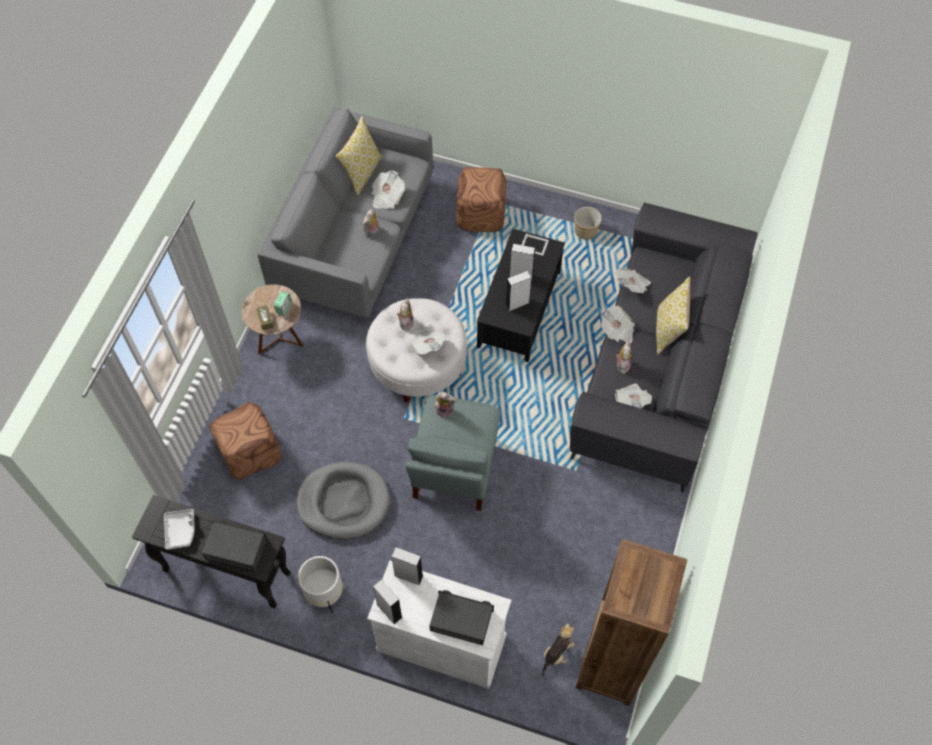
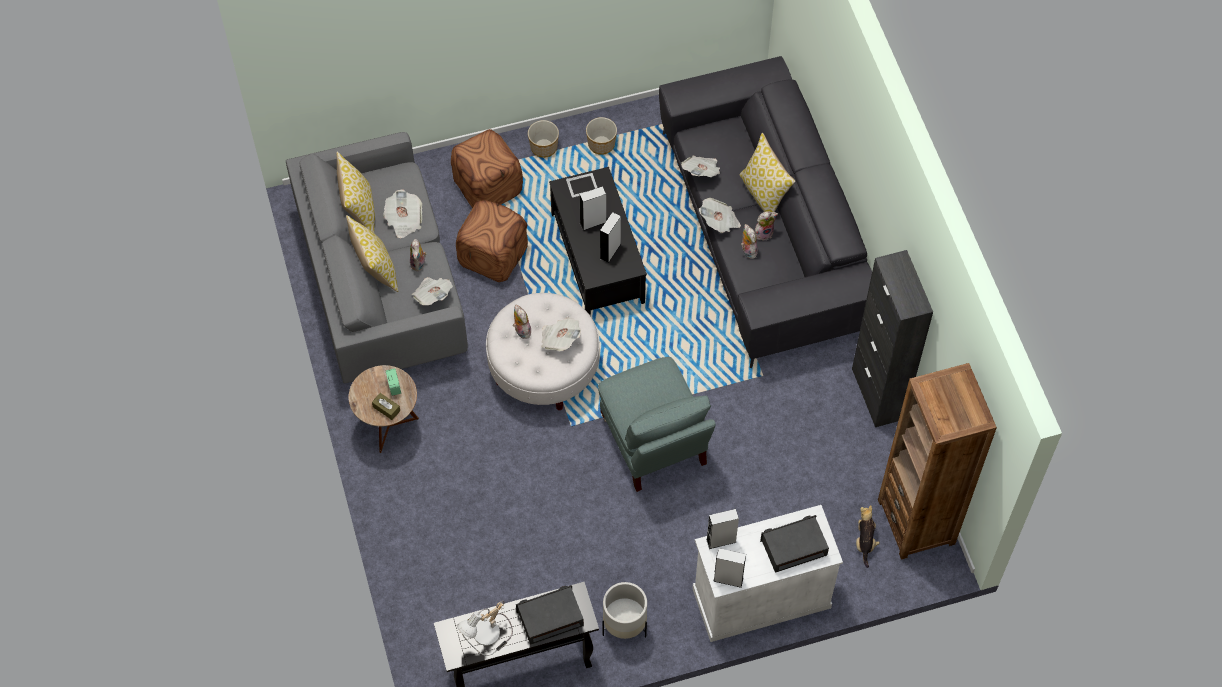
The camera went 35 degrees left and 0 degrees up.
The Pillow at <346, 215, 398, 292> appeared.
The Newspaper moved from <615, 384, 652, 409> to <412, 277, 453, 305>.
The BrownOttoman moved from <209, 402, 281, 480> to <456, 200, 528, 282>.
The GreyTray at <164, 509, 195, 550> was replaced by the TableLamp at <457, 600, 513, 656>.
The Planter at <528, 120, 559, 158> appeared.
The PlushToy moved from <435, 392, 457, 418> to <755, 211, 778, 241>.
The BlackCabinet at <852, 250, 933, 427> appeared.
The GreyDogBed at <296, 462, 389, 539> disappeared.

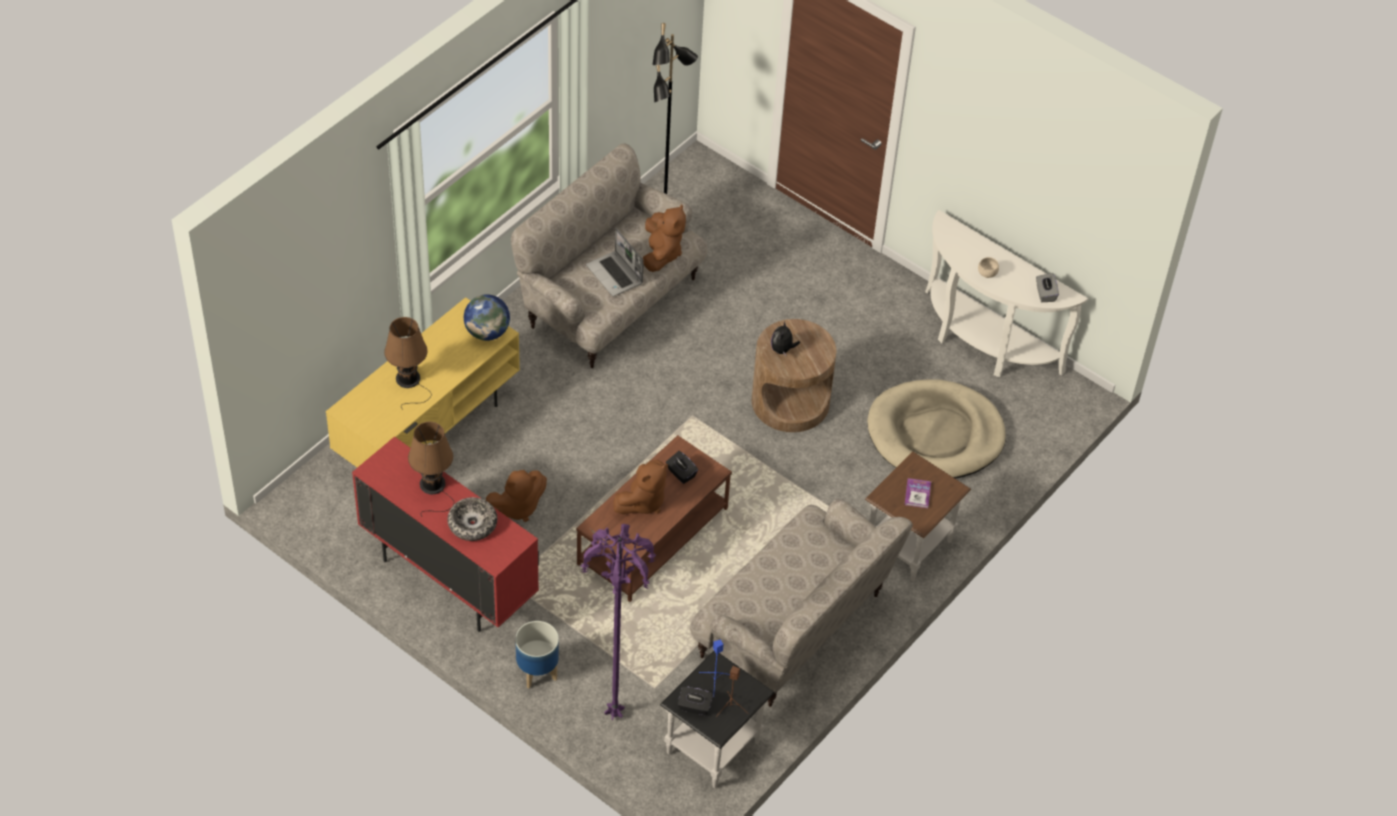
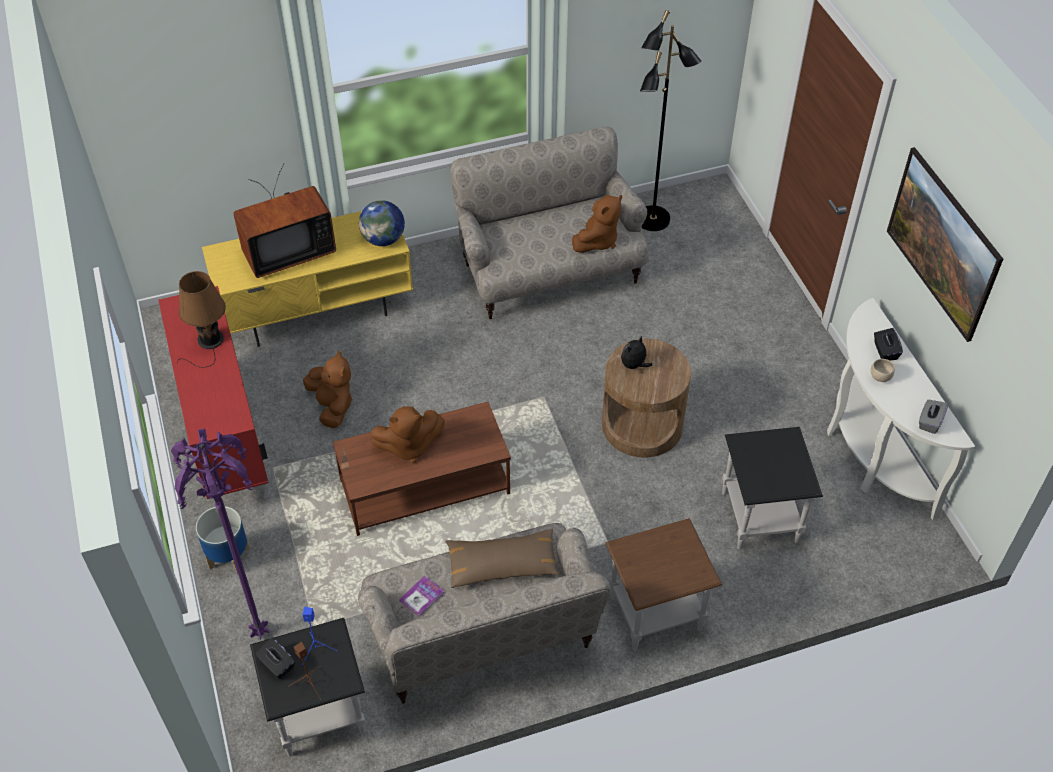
The camera went 35 degrees right and 0 degrees up.
The BrownTableLamp at <384, 317, 431, 410> was replaced by the Television at <233, 163, 336, 278>.
The BrownPlushToy at <486, 470, 547, 522> turned 120 degrees counterclockwise.
The Book moved from <905, 478, 931, 508> to <399, 576, 444, 617>.
The BrownPillow at <445, 529, 559, 588> appeared.
The BeigeDogBed at <867, 379, 1006, 479> was replaced by the BlackSideTable at <722, 427, 823, 550>.
The BlackTissueBox moved from <666, 451, 698, 484> to <874, 328, 903, 361>.
The Picture at <887, 147, 1003, 342> appeared.
The Bowl at <447, 497, 497, 541> disappeared.
The Laptop at <586, 228, 644, 297> disappeared.

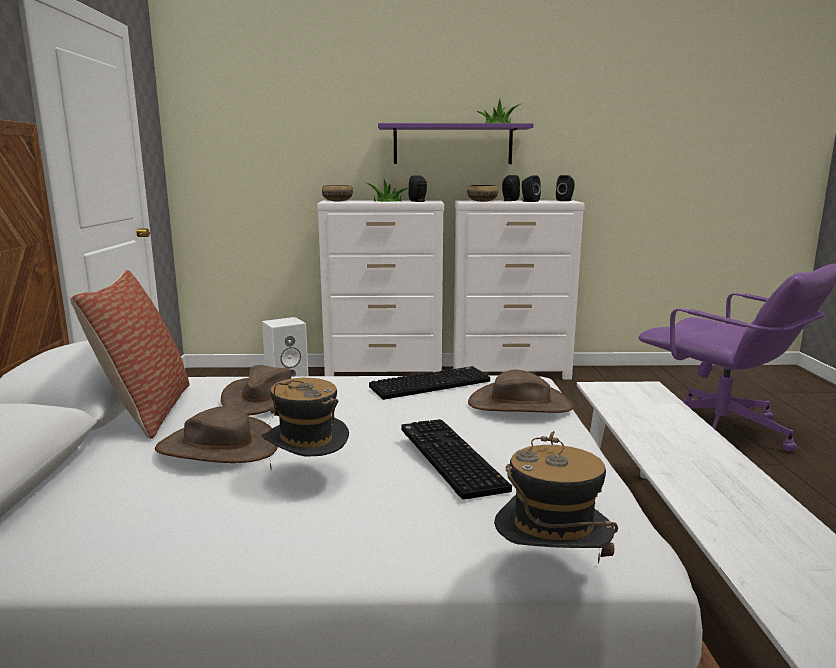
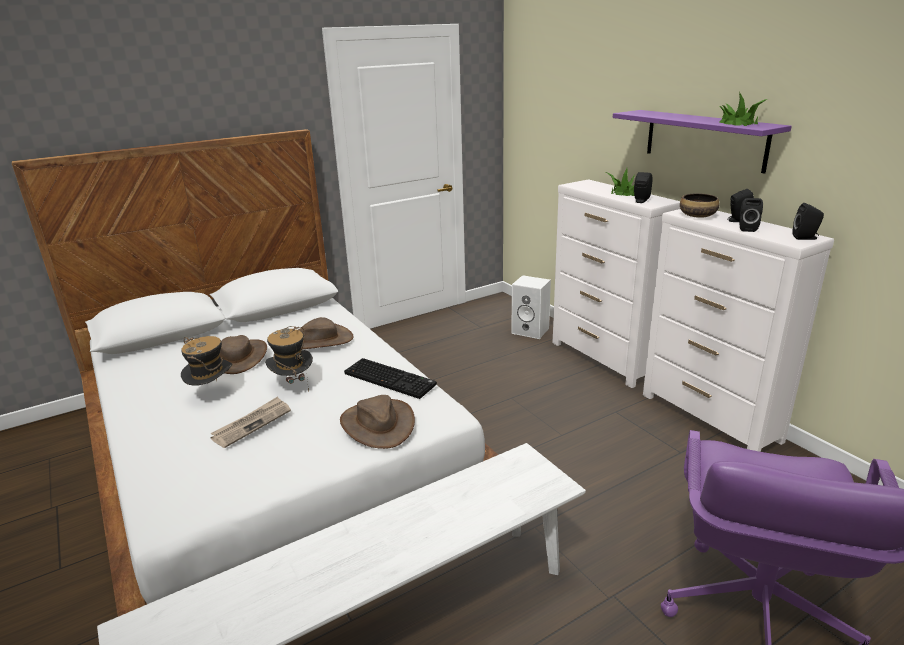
The camera went 60 degrees right and 10 degrees up.
The Keyboard at <401, 419, 512, 500> was replaced by the Newspaper at <211, 397, 291, 448>.
The Hat moved from <494, 431, 618, 564> to <265, 326, 313, 393>.
The Pillow at <70, 270, 189, 439> disappeared.
The Bowl at <322, 185, 353, 202> disappeared.

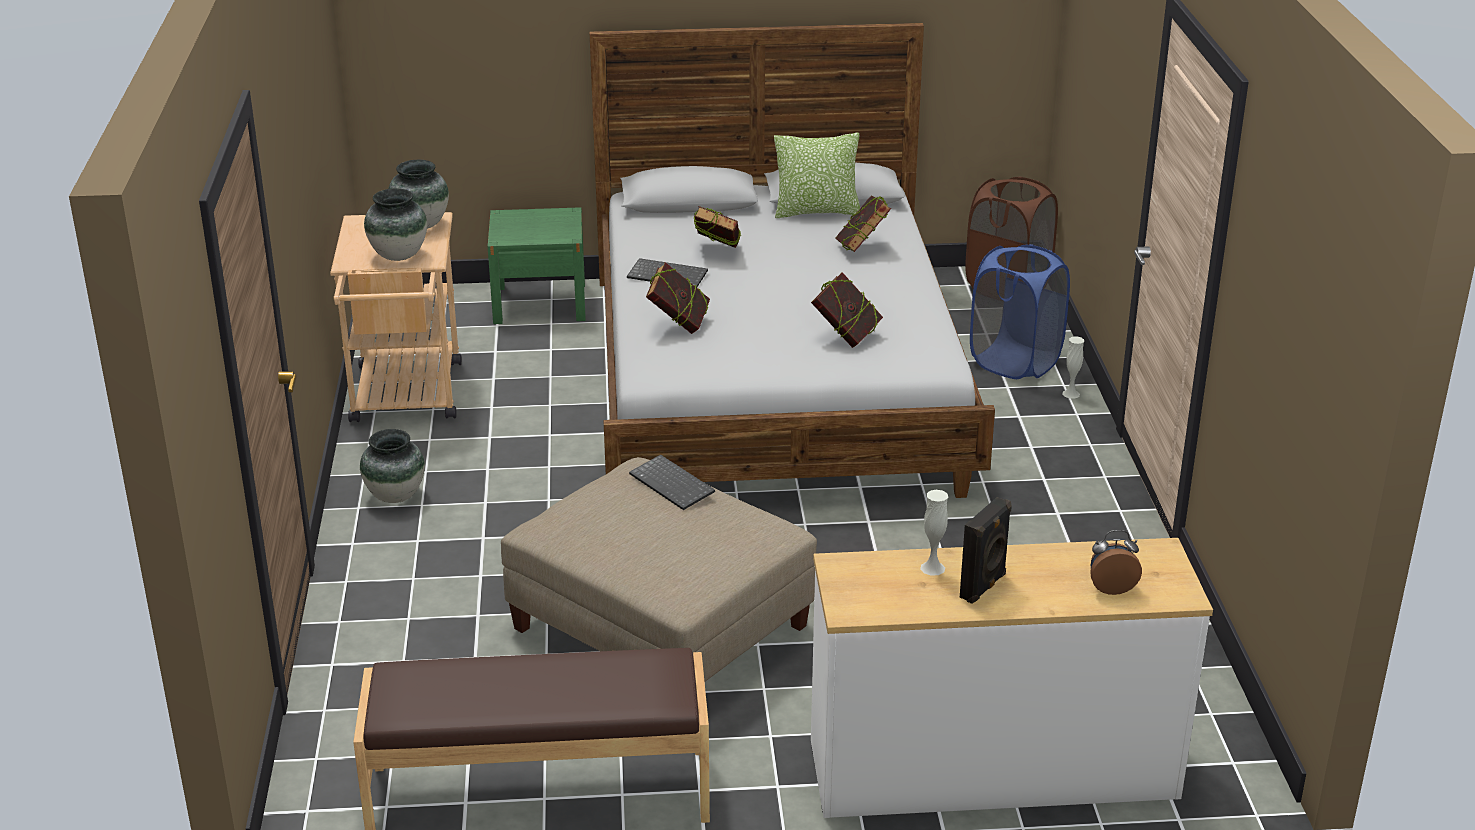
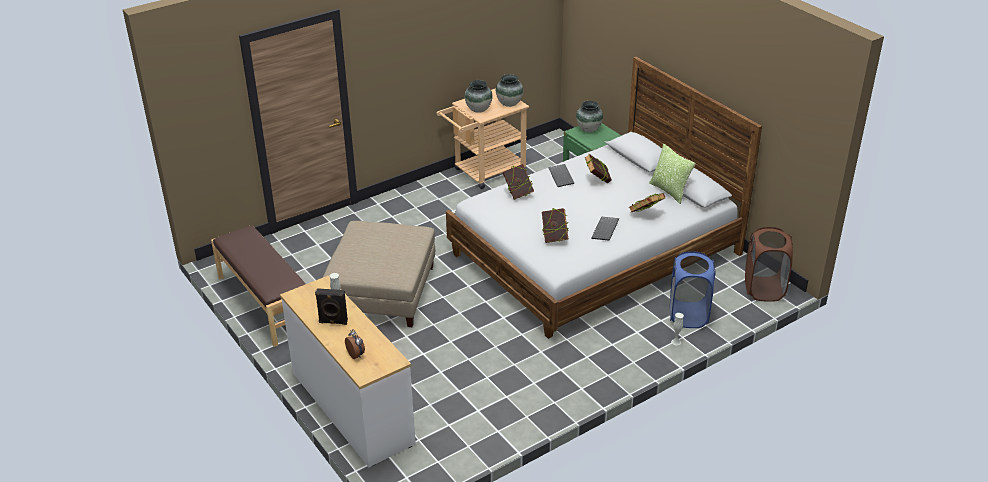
The camera went 60 degrees right and 5 degrees up.
The Vase moved from <360, 429, 425, 503> to <576, 101, 603, 132>.
The Keyboard moved from <629, 455, 715, 510> to <591, 217, 619, 241>.

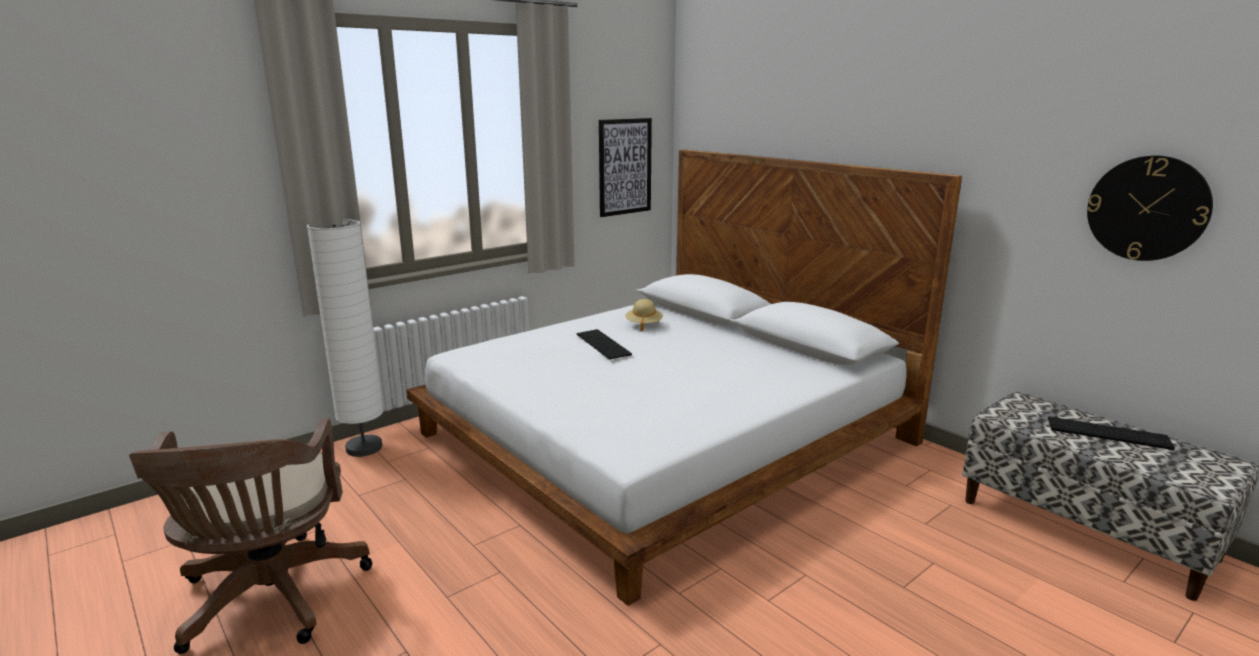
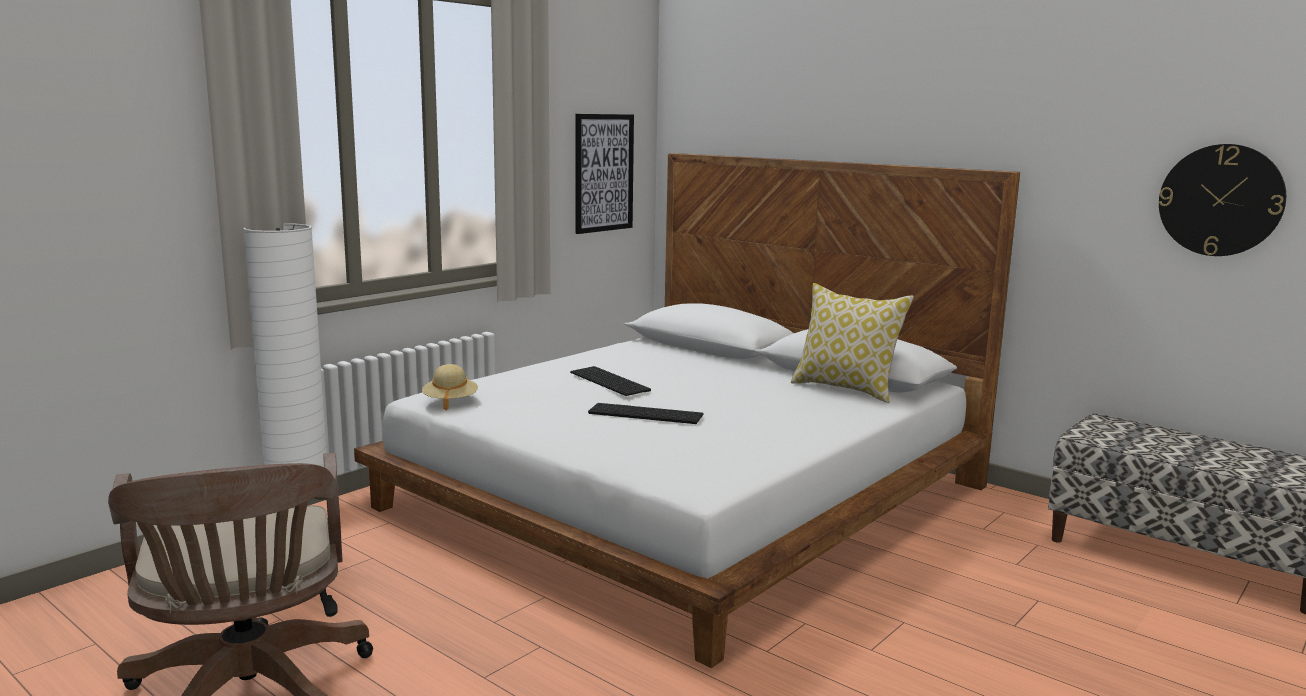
The camera went 10 degrees left and 5 degrees down.
The BeigeHat moved from <625, 299, 663, 331> to <422, 364, 478, 410>.
The Keyboard moved from <1048, 416, 1175, 450> to <588, 403, 704, 424>.
The Pillow at <791, 283, 914, 403> appeared.

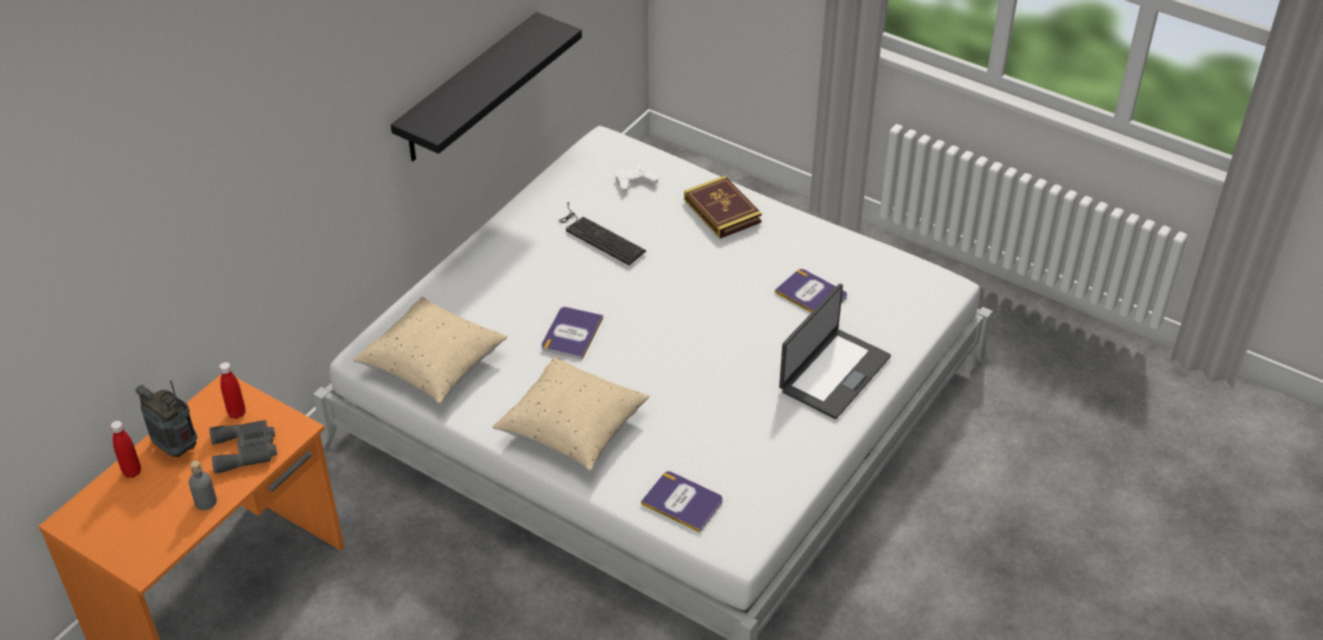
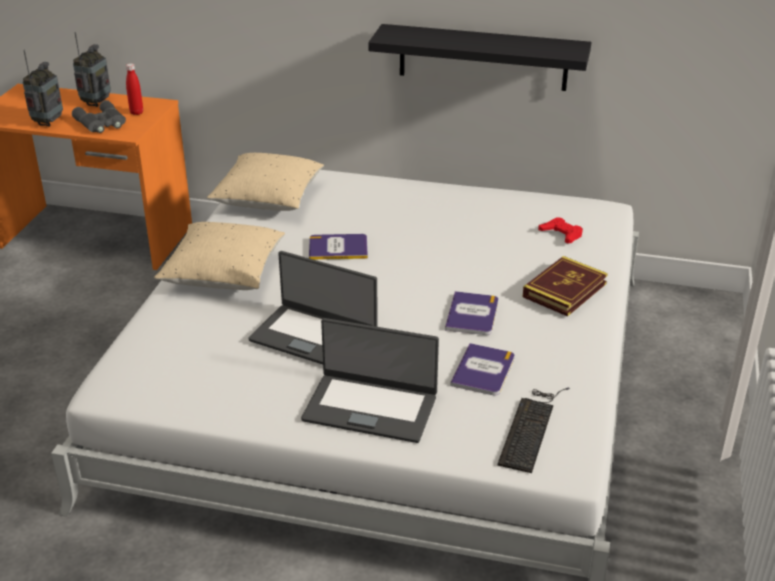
The camera went 70 degrees right and 10 degrees down.
The GreyBottle at <189, 460, 217, 510> was replaced by the Radio at <23, 50, 63, 127>.
The Laptop at <248, 251, 378, 364> appeared.
The Book moved from <641, 471, 723, 532> to <445, 291, 498, 335>.
The Keyboard moved from <559, 202, 646, 265> to <498, 388, 570, 473>.
The WhiteGameController at <616, 165, 658, 192> became the RedGameController at <538, 217, 583, 244>.
The RedBottle at <110, 421, 141, 478> disappeared.

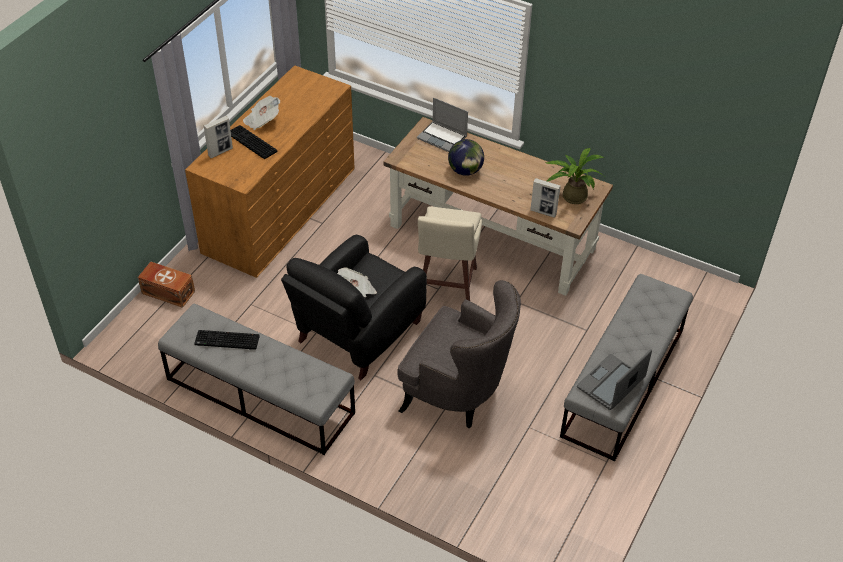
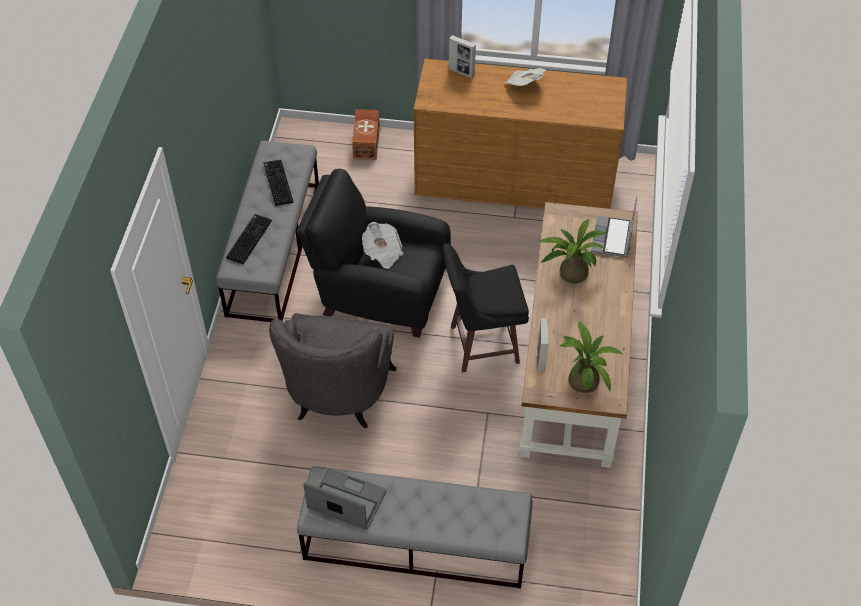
The camera went 70 degrees right and 5 degrees up.
The Keyboard moved from <231, 125, 277, 159> to <226, 214, 272, 264>.
The BeigeStool at <418, 206, 482, 301> became the BlackStool at <443, 243, 529, 373>.
The Globe at <448, 139, 484, 176> was replaced by the PottedPlant at <537, 219, 607, 284>.

